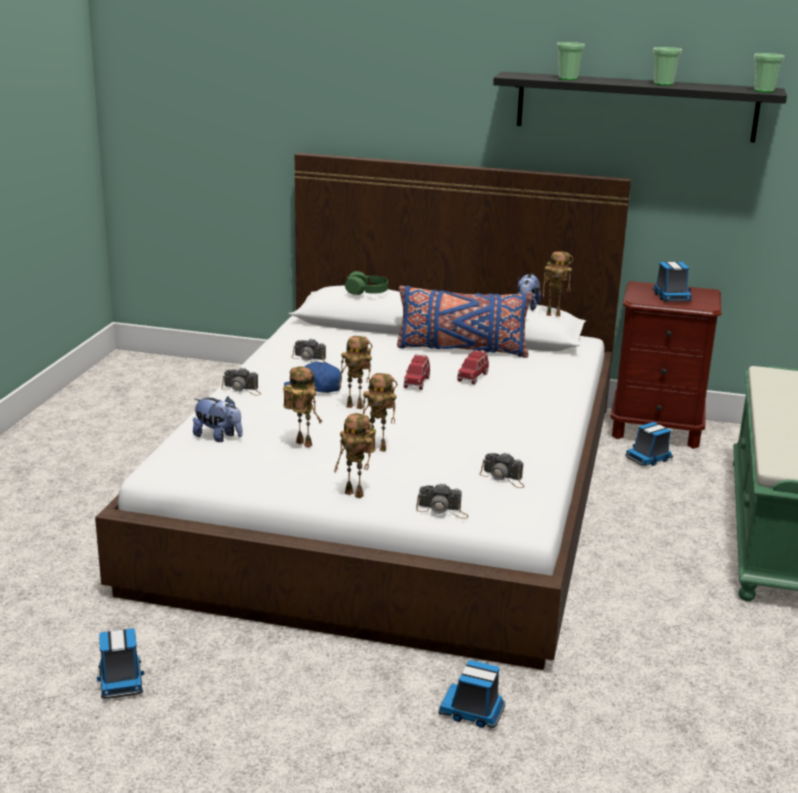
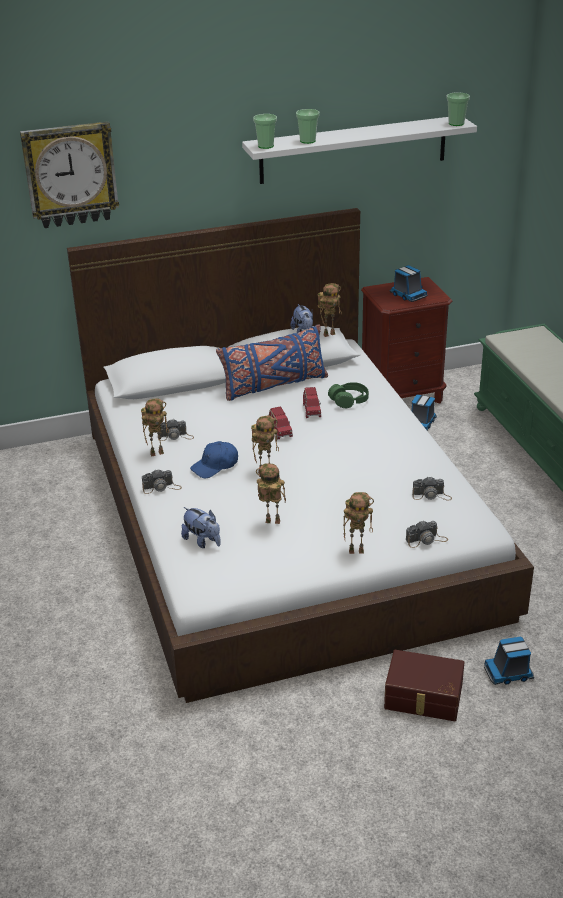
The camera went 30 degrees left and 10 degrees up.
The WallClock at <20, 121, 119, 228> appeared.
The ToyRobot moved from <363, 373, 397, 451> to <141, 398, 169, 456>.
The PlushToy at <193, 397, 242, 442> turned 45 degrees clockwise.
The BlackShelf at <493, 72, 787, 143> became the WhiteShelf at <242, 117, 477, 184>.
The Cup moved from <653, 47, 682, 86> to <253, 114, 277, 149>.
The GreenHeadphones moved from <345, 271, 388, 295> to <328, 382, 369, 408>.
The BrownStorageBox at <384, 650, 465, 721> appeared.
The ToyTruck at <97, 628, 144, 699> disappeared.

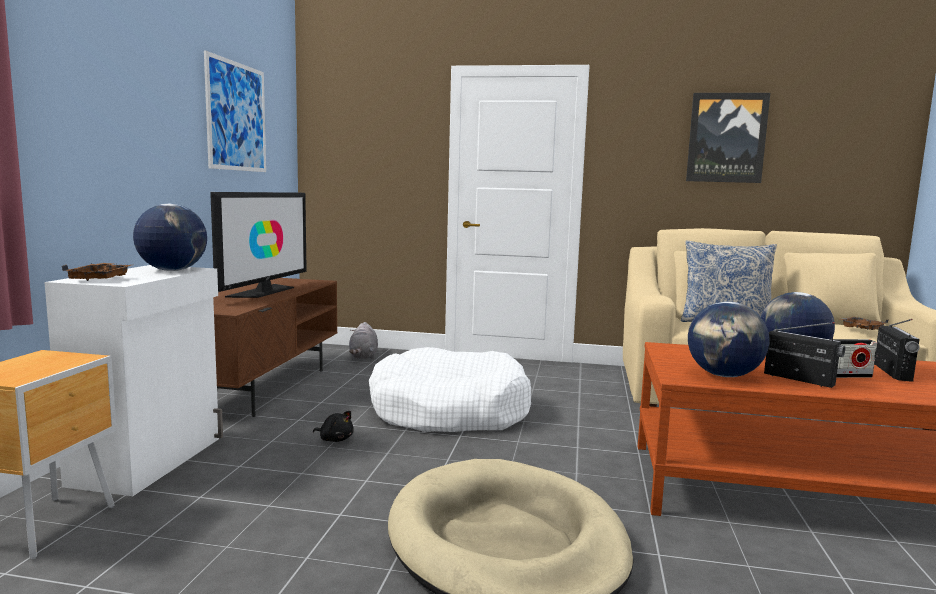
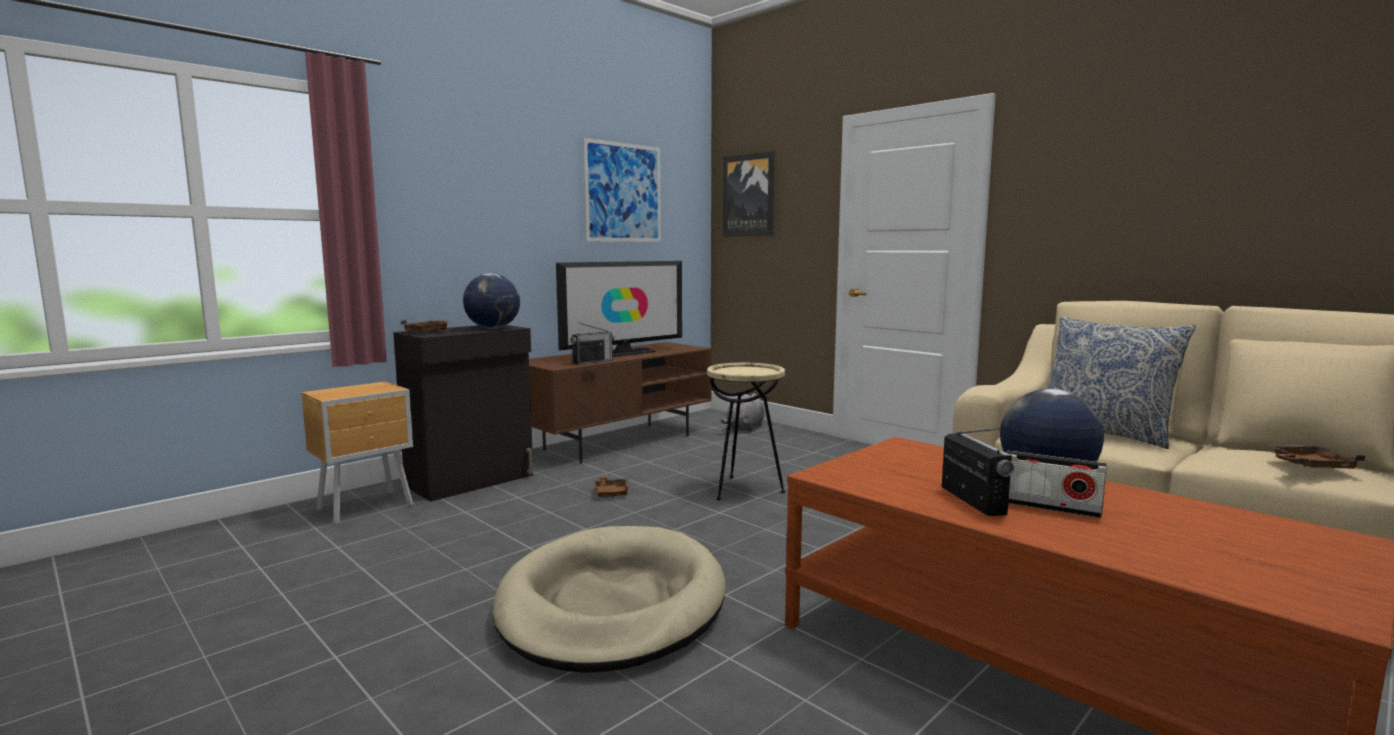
The camera went 35 degrees right and 0 degrees up.
The WhiteCabinet at <44, 265, 223, 496> became the BlackCabinet at <393, 325, 533, 502>.
The Radio moved from <874, 319, 920, 382> to <570, 322, 614, 364>.
The BlackPlushToy at <313, 411, 354, 442> was replaced by the BrownTray at <595, 477, 629, 498>.
The WhiteDogBed at <369, 347, 531, 432> was replaced by the BeigeSideTable at <707, 363, 785, 500>.
The Picture moved from <686, 93, 770, 183> to <723, 151, 775, 236>.
The Globe at <688, 301, 769, 377> disappeared.

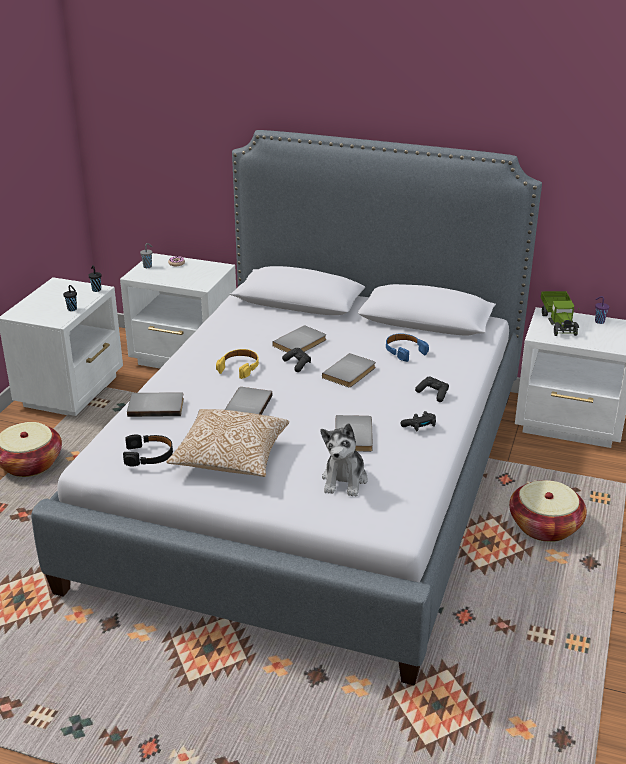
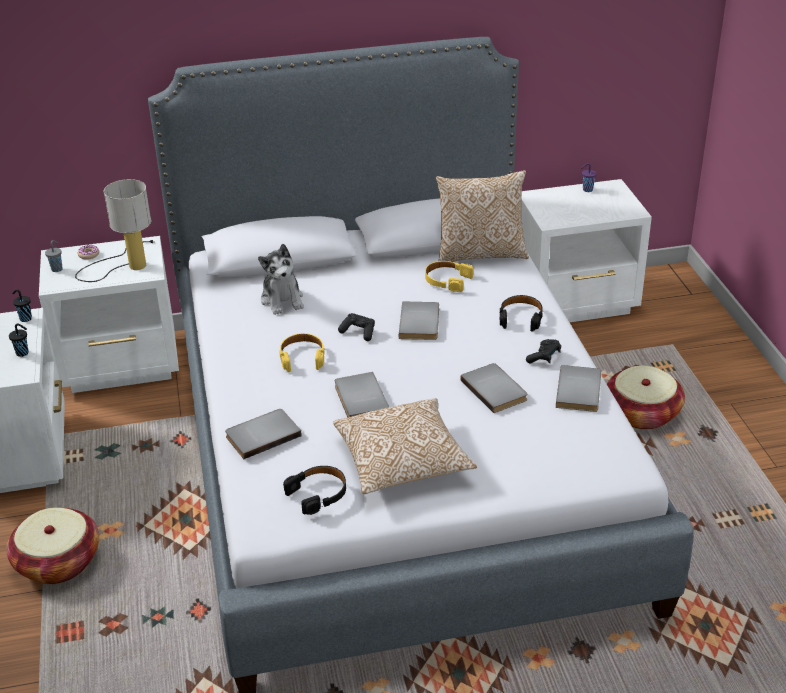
The camera went 30 degrees left and 5 degrees up.
The TableLamp at <75, 179, 155, 282> appeared.
The PlushToy moved from <320, 423, 368, 497> to <258, 244, 304, 315>.
The BlueHeadphones at <386, 333, 429, 362> became the YellowHeadphones at <425, 261, 474, 292>.
The Pillow at <436, 170, 529, 262> appeared.
The BlackGameController at <415, 377, 449, 402> was replaced by the BlackHeadphones at <500, 295, 543, 332>.
The GreyBook moved from <272, 325, 326, 353> to <556, 365, 601, 412>.
The ToyTruck at <541, 291, 579, 336> disappeared.

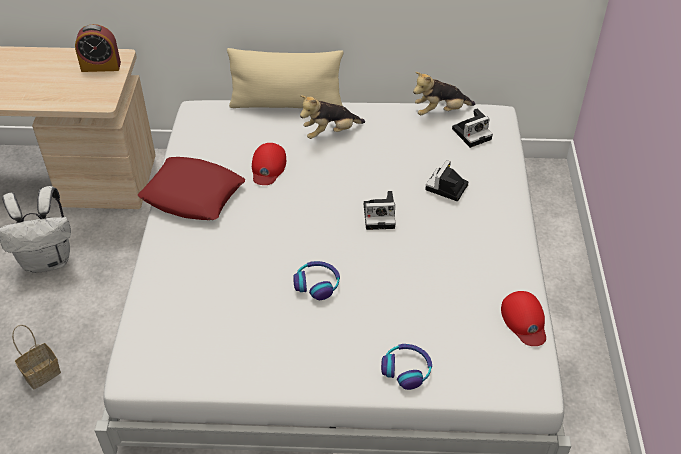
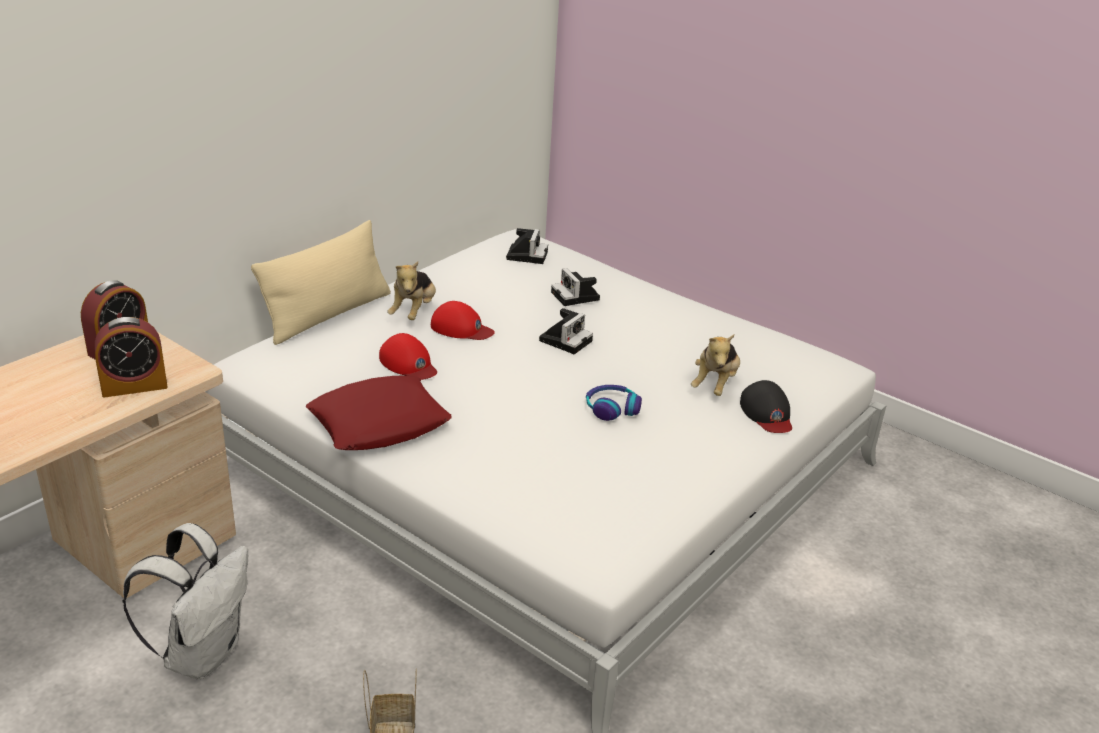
The camera went 55 degrees left and 15 degrees down.
The AlarmClock at <95, 317, 168, 398> appeared.
The RedCap moved from <501, 291, 546, 346> to <431, 301, 495, 340>.
The PlushToy moved from <413, 72, 475, 115> to <691, 334, 740, 396>.
The Headphones at <381, 344, 432, 390> was replaced by the BlackCap at <740, 380, 792, 433>.

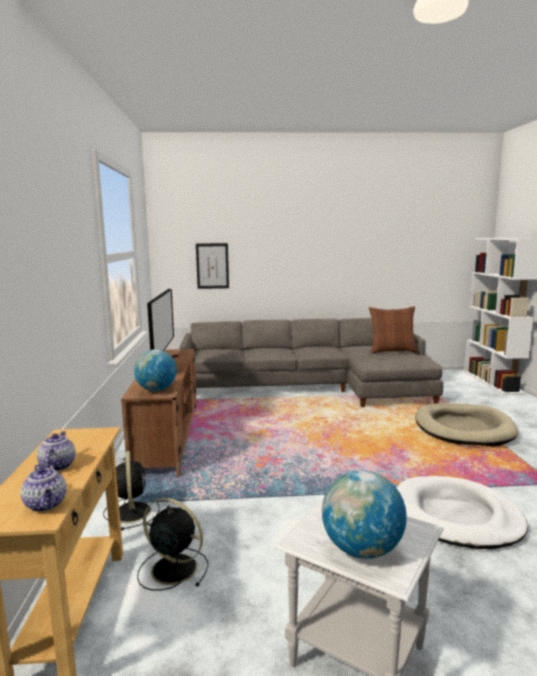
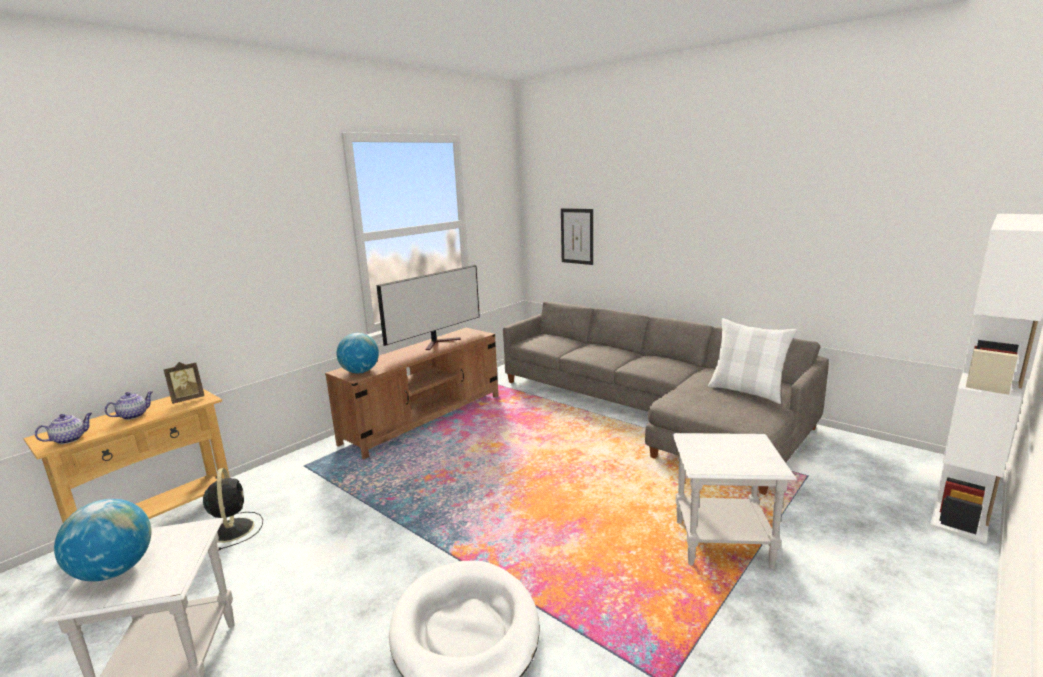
The camera went 45 degrees right and 5 degrees up.
The Teapot at <21, 464, 67, 512> turned 150 degrees counterclockwise.
The PictureFrame at <164, 362, 204, 404> appeared.
The BeigeDogBed at <415, 403, 519, 447> was replaced by the WhiteSideTable at <673, 433, 797, 569>.
The BrownPillow at <369, 306, 418, 353> became the WhitePillow at <708, 318, 797, 404>.
The BlackFan at <103, 451, 159, 530> disappeared.

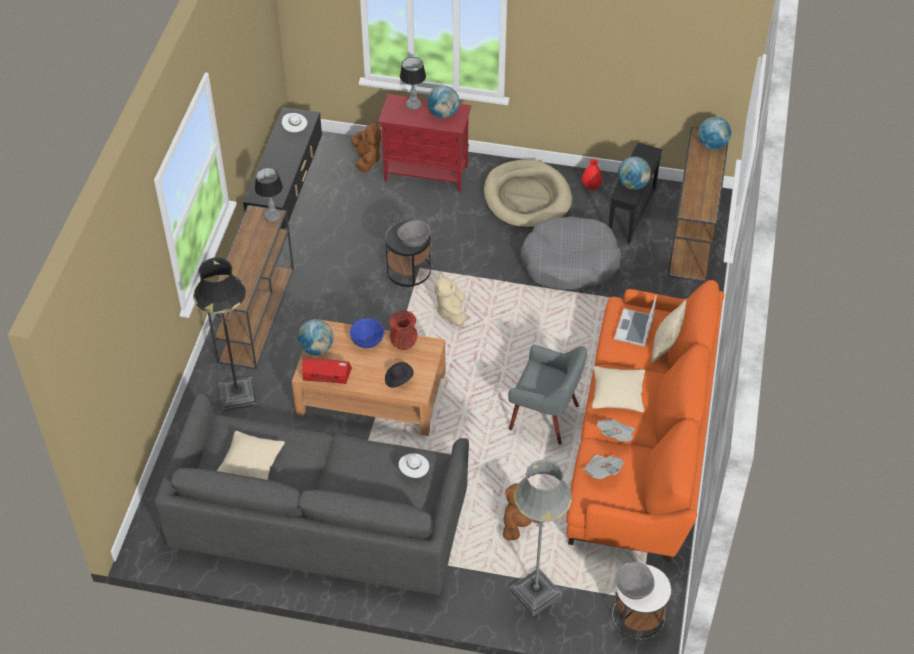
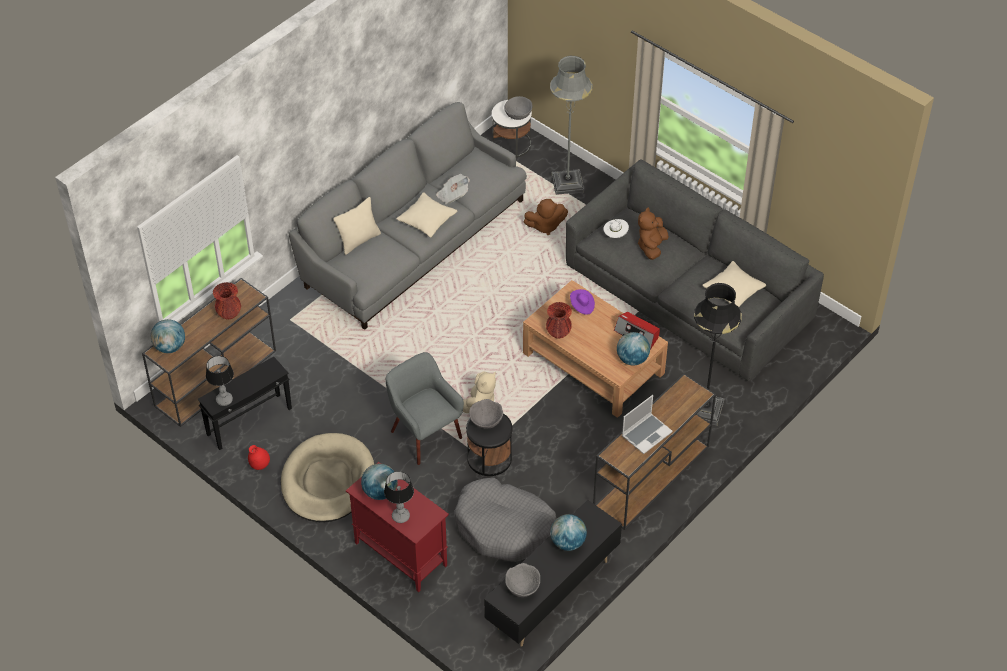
The camera went 150 degrees left and 0 degrees up.
The TableLamp moved from <255, 168, 283, 222> to <206, 356, 234, 406>.
The RedVase at <213, 282, 241, 319> appeared.
The OrangeSofa at <566, 280, 724, 563> became the GreySofa at <289, 102, 527, 330>.
The GreyArmchair moved from <508, 345, 587, 445> to <386, 352, 464, 465>.
The GreyDogBed moved from <520, 216, 621, 290> to <454, 478, 557, 562>.
The WhiteHat at <282, 113, 307, 132> was replaced by the GreyBowl at <505, 563, 540, 597>.
The Globe moved from <618, 157, 651, 190> to <550, 514, 587, 551>.
The BlackHat at <385, 362, 414, 388> became the PurpleHat at <570, 289, 595, 315>.
The Laptop moved from <614, 295, 657, 346> to <622, 395, 673, 454>.
The BrownPlushToy moved from <351, 121, 381, 172> to <638, 207, 669, 260>.
The BlueBowl at <350, 318, 385, 348> disappeared.
The Newspaper at <583, 455, 624, 479> disappeared.

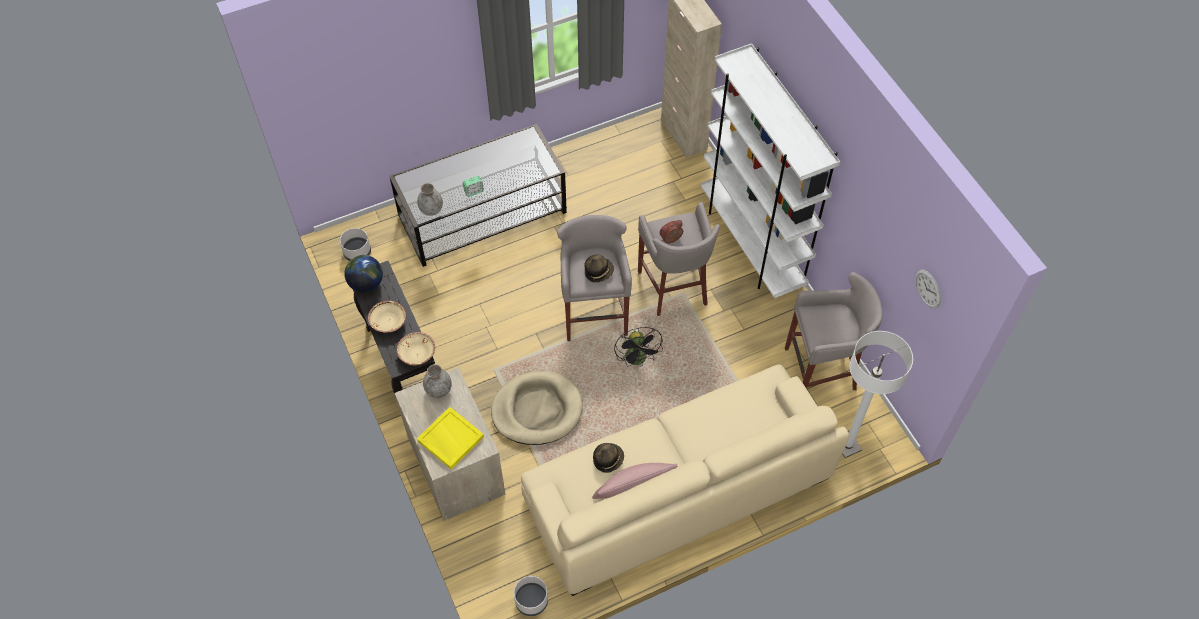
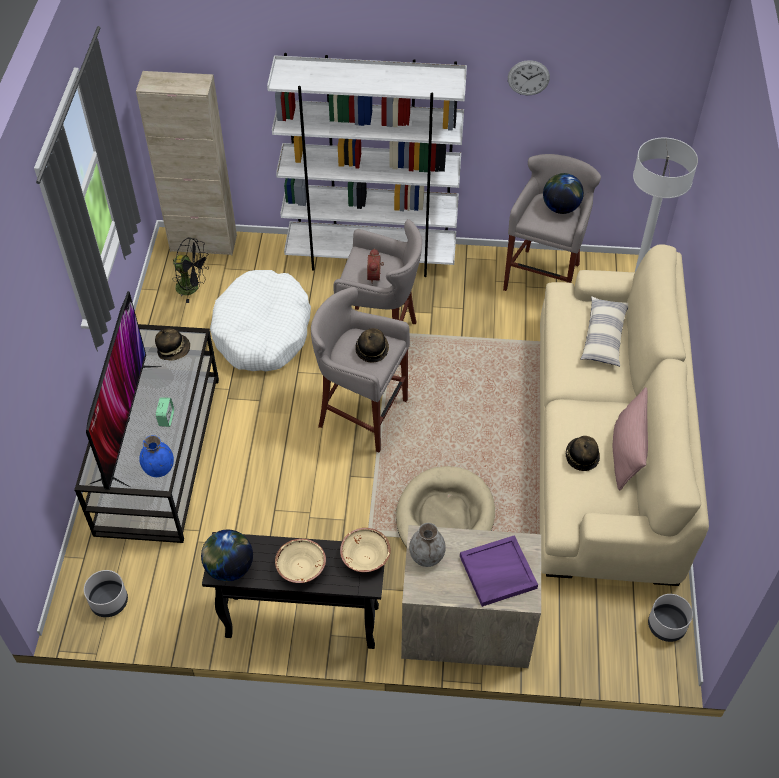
The camera went 60 degrees left and 5 degrees down.
The Television at <86, 291, 162, 490> appeared.
The GreyVase at <417, 183, 443, 216> became the BlueVase at <139, 435, 174, 477>.
The Hat at <155, 328, 190, 360> appeared.
The BlackFan moved from <614, 327, 663, 367> to <172, 237, 209, 303>.
The WhiteDogBed at <210, 270, 311, 371> appeared.
The YellowTray at <417, 407, 484, 469> became the PurpleTray at <460, 535, 538, 607>.
The WallClock moved from <915, 270, 941, 308> to <508, 60, 550, 95>.
The Globe at <543, 173, 584, 214> appeared.
The Pillow at <581, 296, 628, 366> appeared.

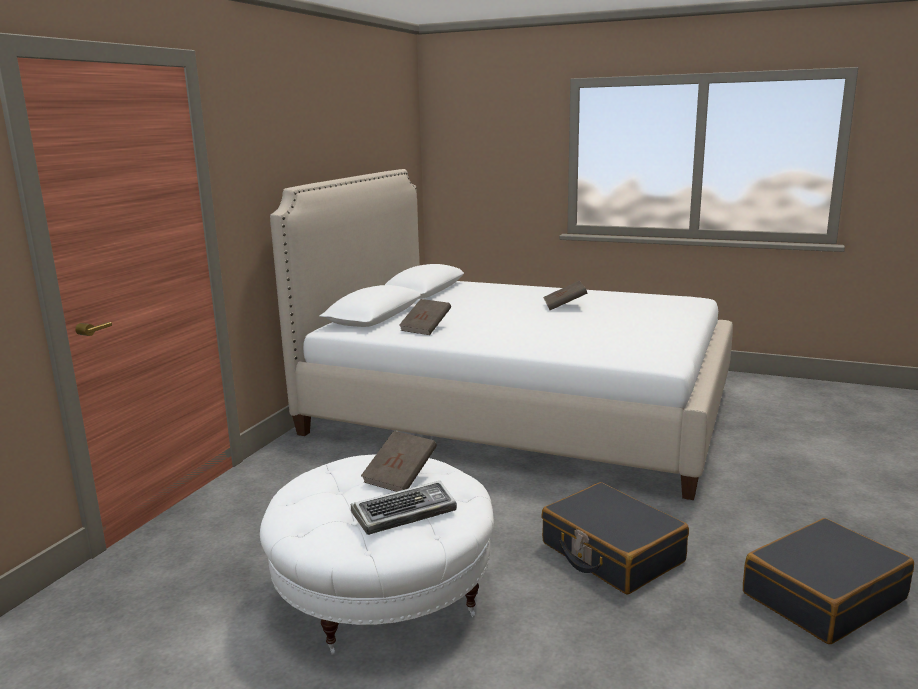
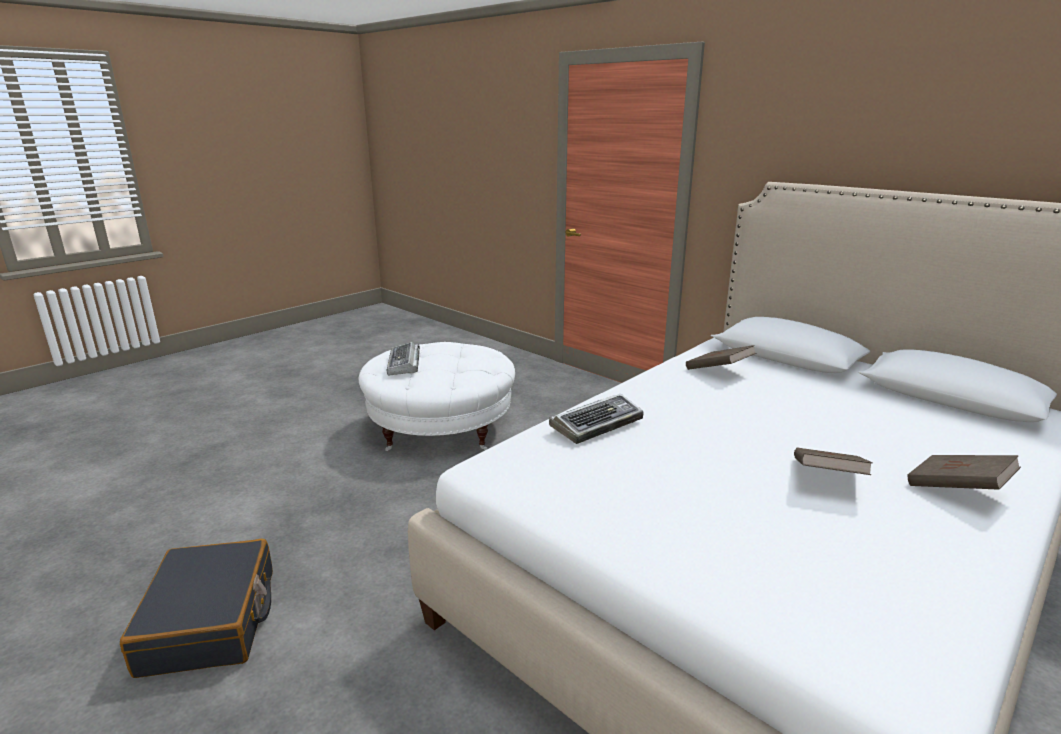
The camera went 110 degrees right and 5 degrees up.
The Keyboard at <549, 394, 643, 444> appeared.
The BrownBook moved from <361, 431, 437, 492> to <908, 455, 1021, 490>.
The BlackSuitcase at <541, 482, 689, 594> disappeared.

